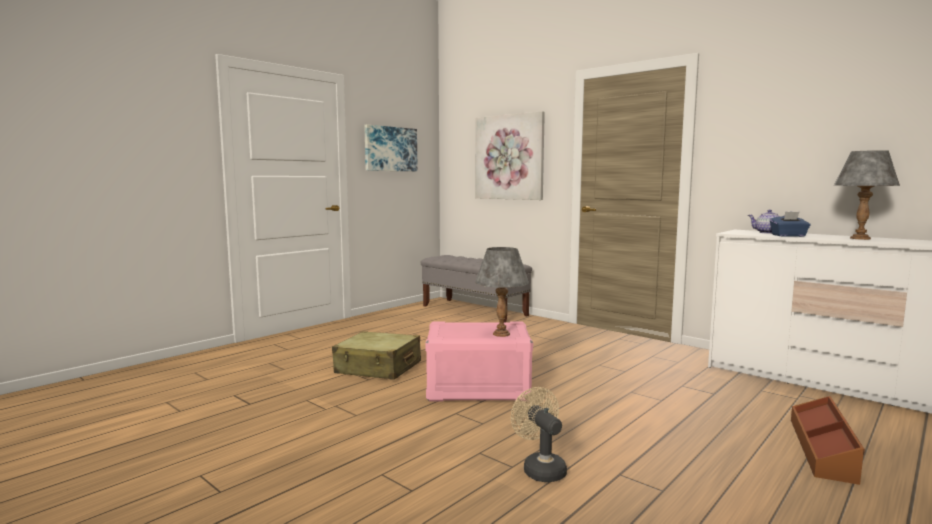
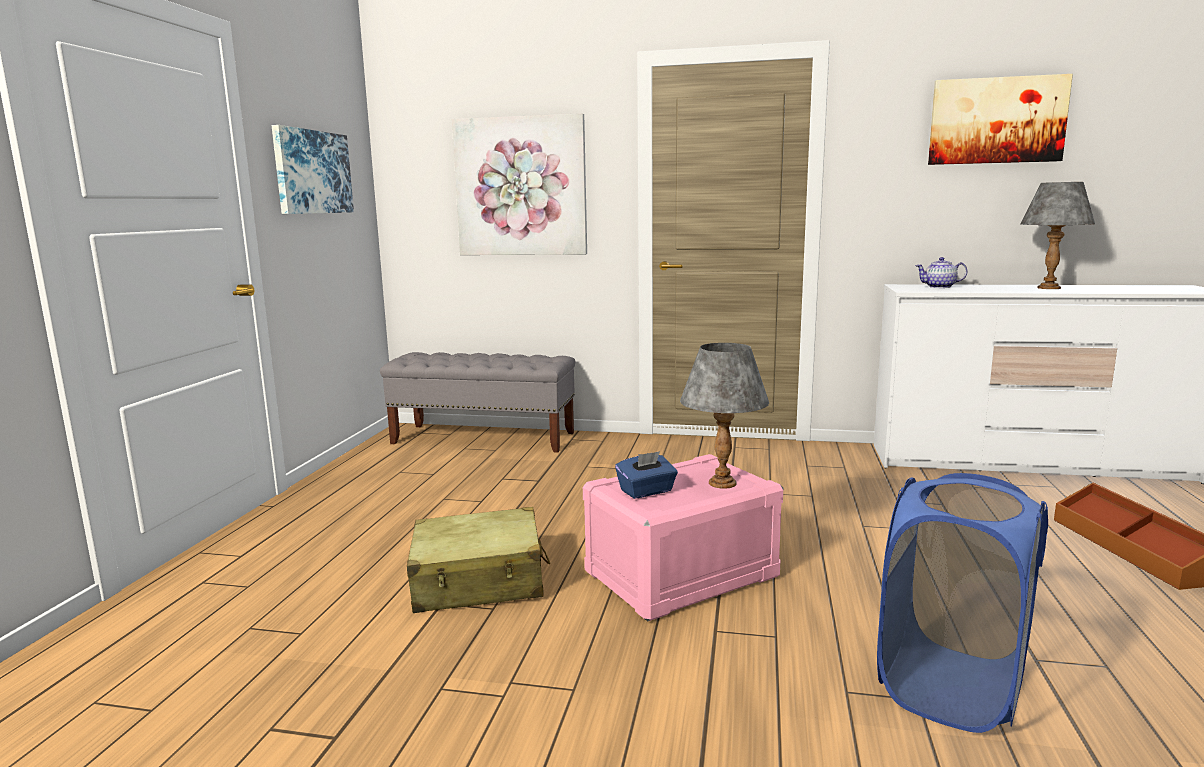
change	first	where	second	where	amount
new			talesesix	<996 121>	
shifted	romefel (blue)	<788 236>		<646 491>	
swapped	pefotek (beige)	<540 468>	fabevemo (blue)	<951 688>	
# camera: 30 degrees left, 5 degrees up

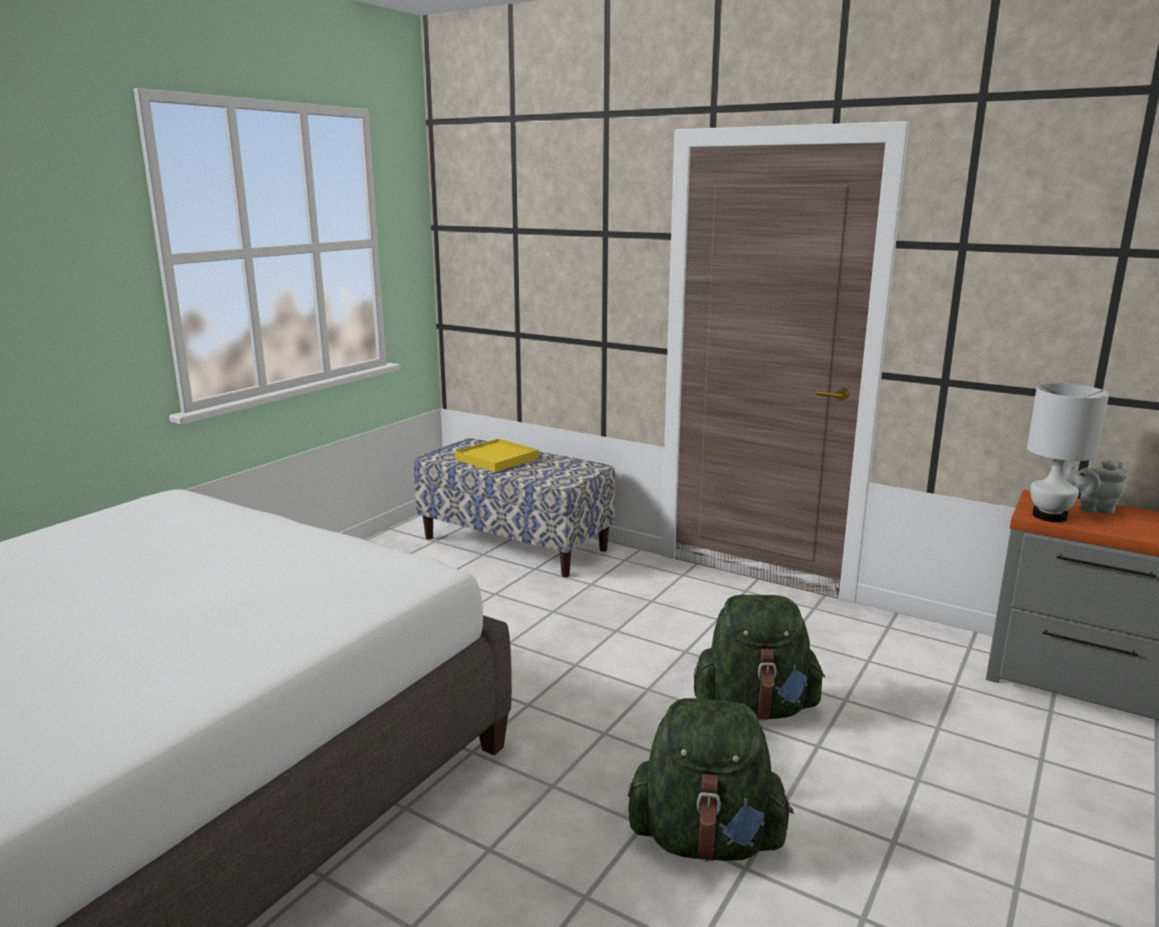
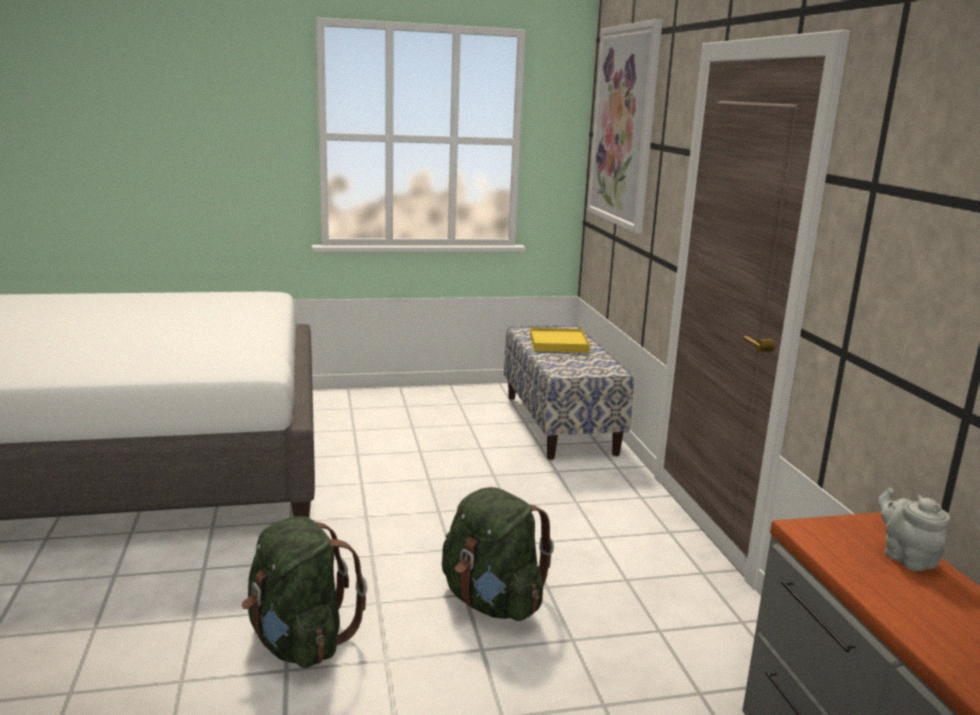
change	first	where	second	where	amount
gone	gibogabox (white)	<1050 516>			
new			talesesix	<624 126>	
# camera: 45 degrees right, 0 degrees up

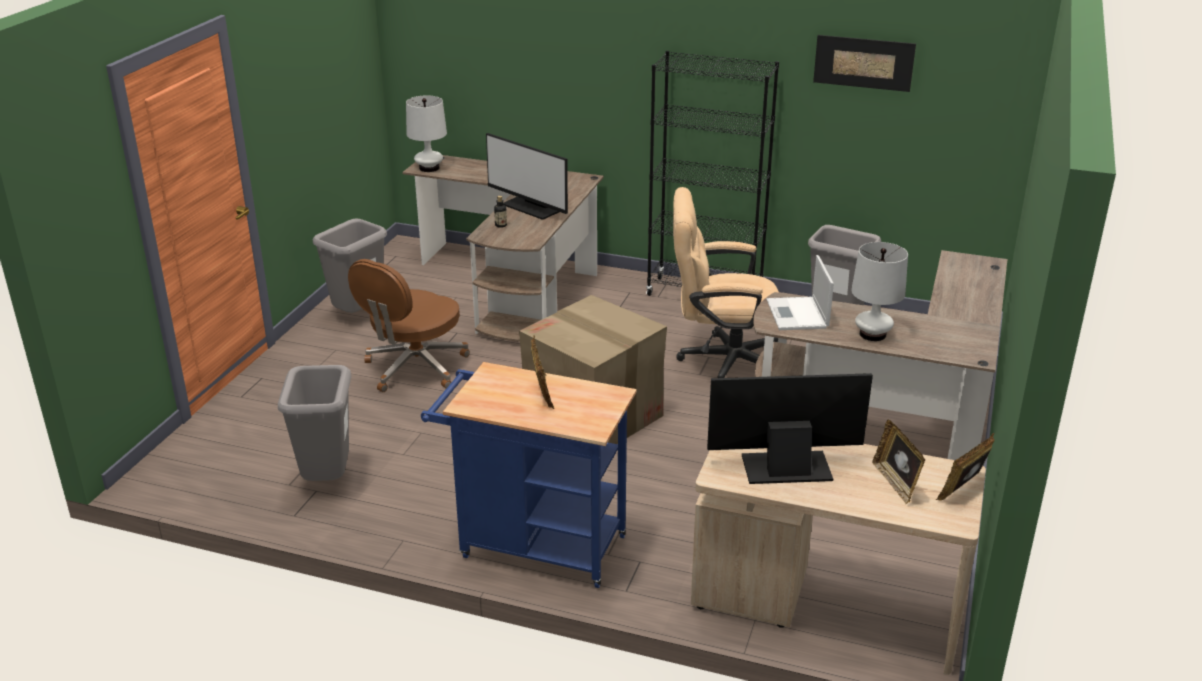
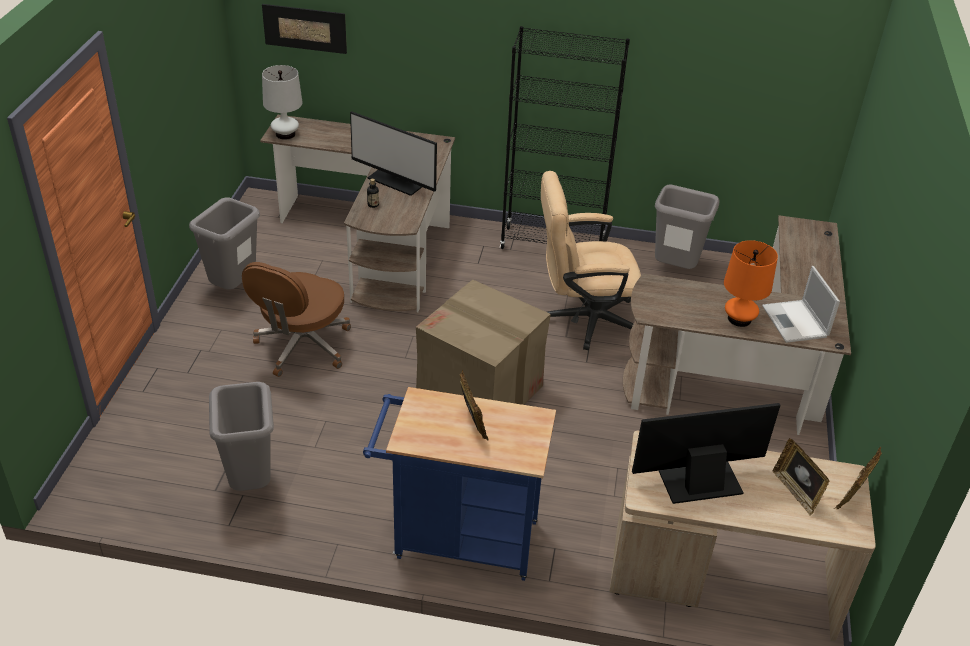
change	first	where	second	where	amount
shifted	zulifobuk	<797 315>		<795 322>	
shifted	talesesix	<863 63>		<305 28>	
repainted	gibogabox (white)	<872 334>	gibogabox (orange)	<739 319>	
# camera: 10 degrees left, 10 degrees up

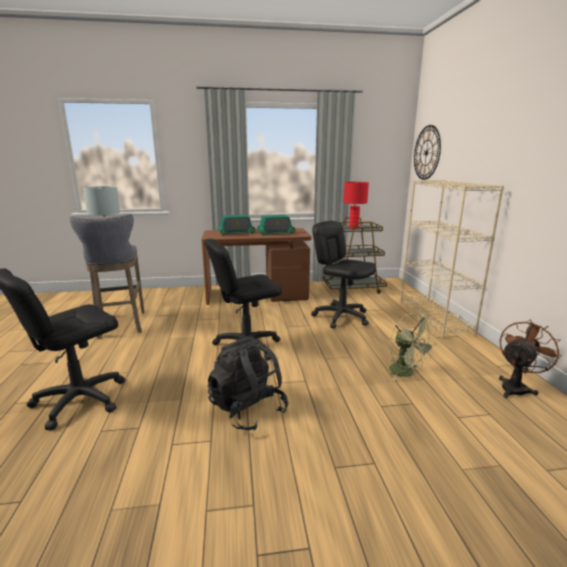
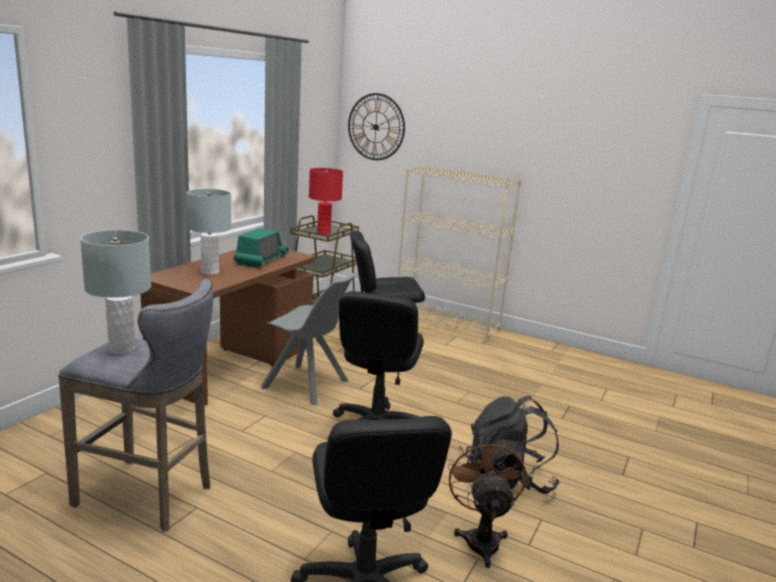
change	first	where	second	where	amount
gone	pefotek (green)	<406 373>			
new			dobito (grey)	<307 385>	
shifted	pefotek (brown)	<516 387>		<481 538>	
swapped	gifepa	<236 233>	gibogabox (grey)	<210 272>	
# camera: 55 degrees left, 0 degrees up

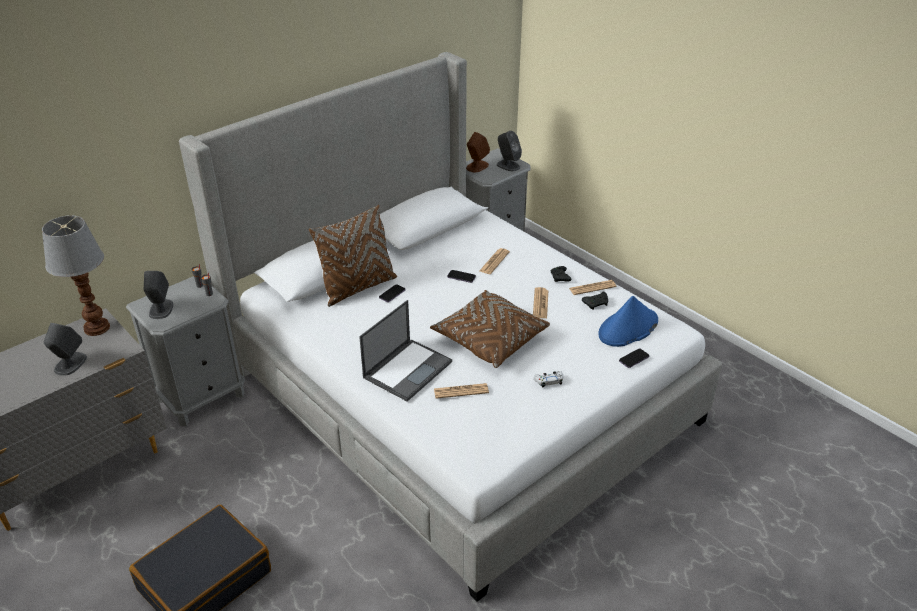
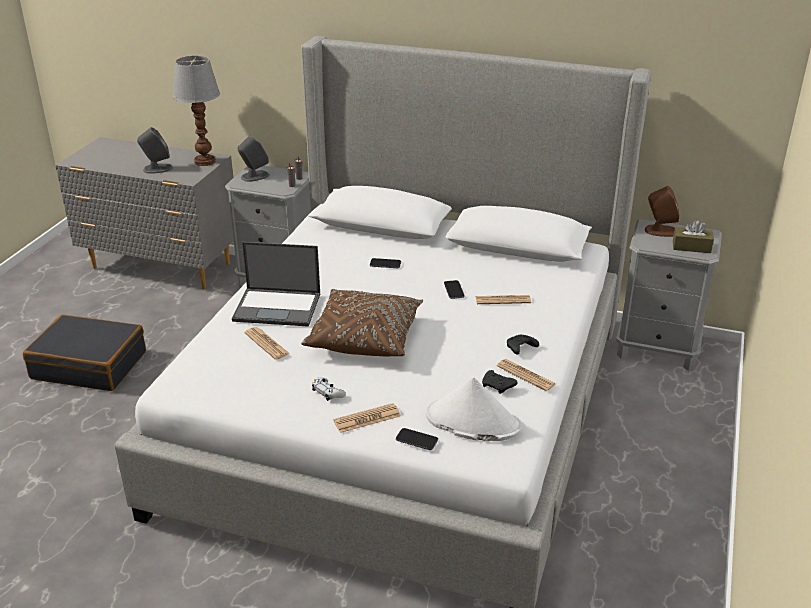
change	first	where	second	where	amount
gone	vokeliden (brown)	<358 287>			
shifted	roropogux	<540 303>		<367 419>	
swapped	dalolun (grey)	<508 165>	romefel (brown)	<691 247>	
repainted	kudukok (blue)	<628 328>	kudukok (white)	<472 421>	
# camera: 60 degrees right, 5 degrees down

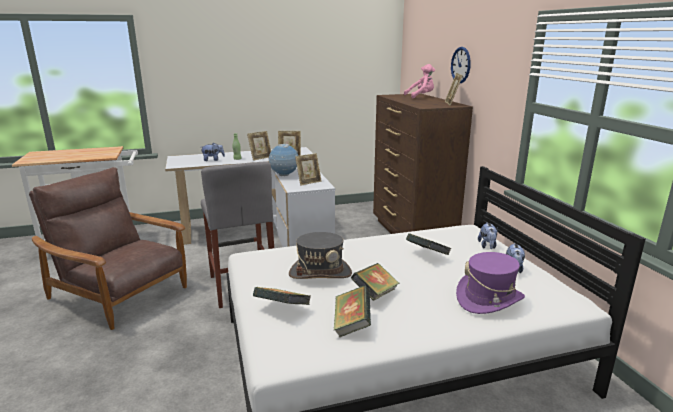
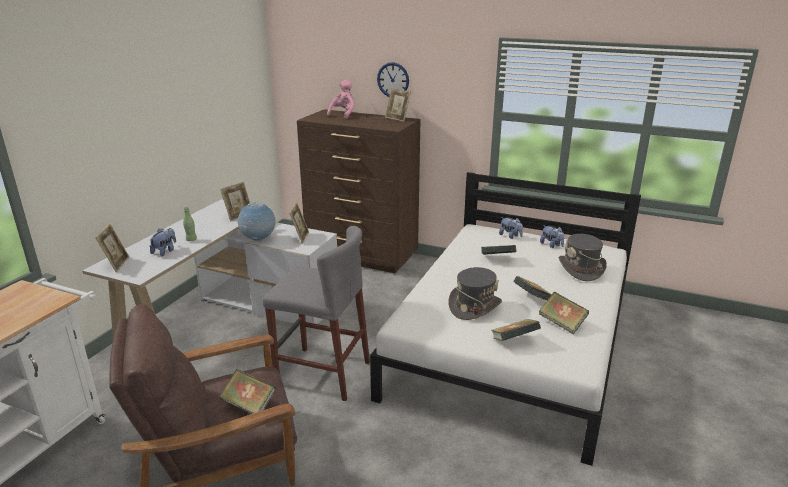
change	first	where	second	where	amount
new			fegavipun	<249 405>	
shifted	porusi	<260 158>		<116 264>	
repainted	kudukok (purple)	<489 299>	kudukok (grey)	<581 269>	
# camera: 50 degrees left, 5 degrees up

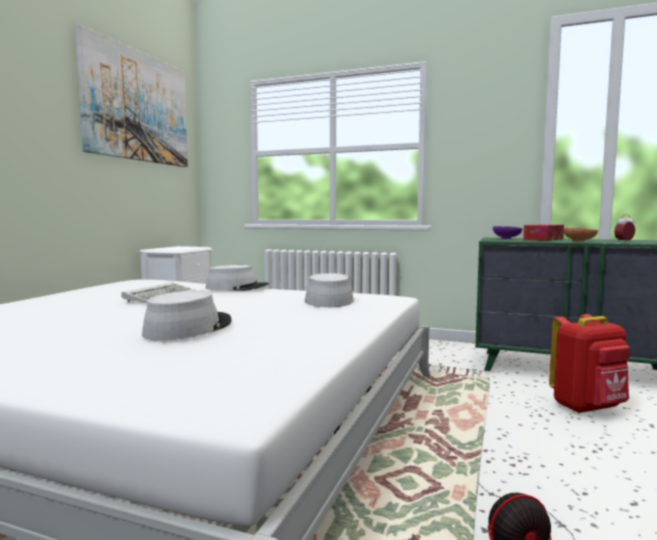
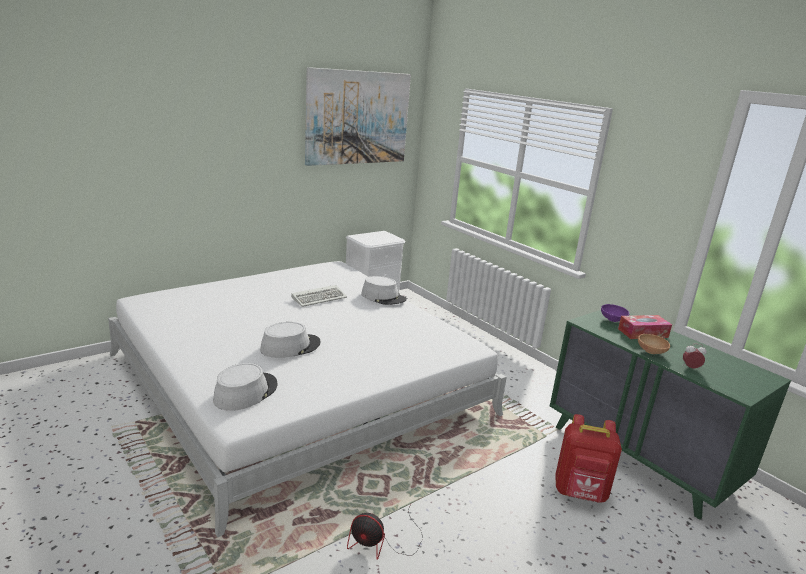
change	first	where	second	where	amount
shifted	kudukok (grey)	<328 300>		<245 392>	
# camera: 30 degrees right, 15 degrees up

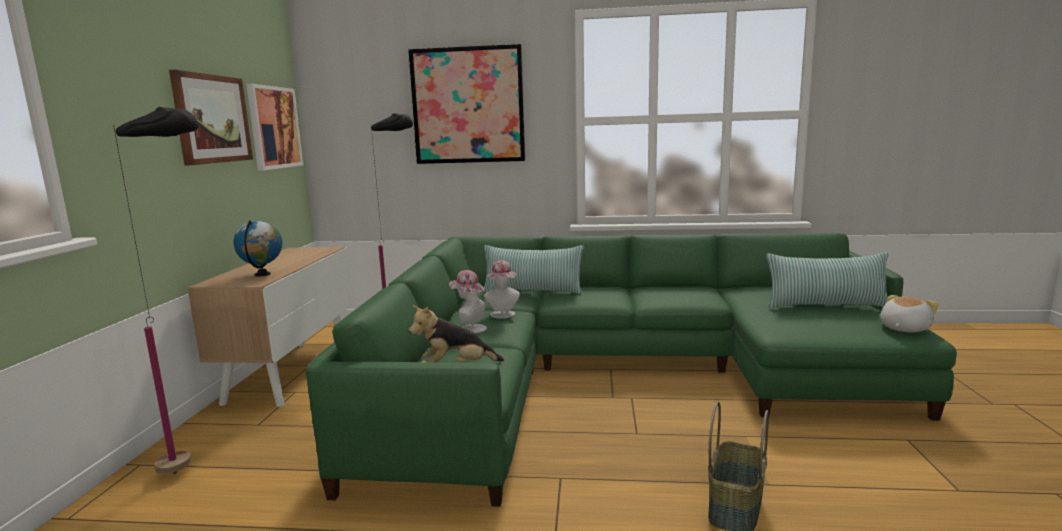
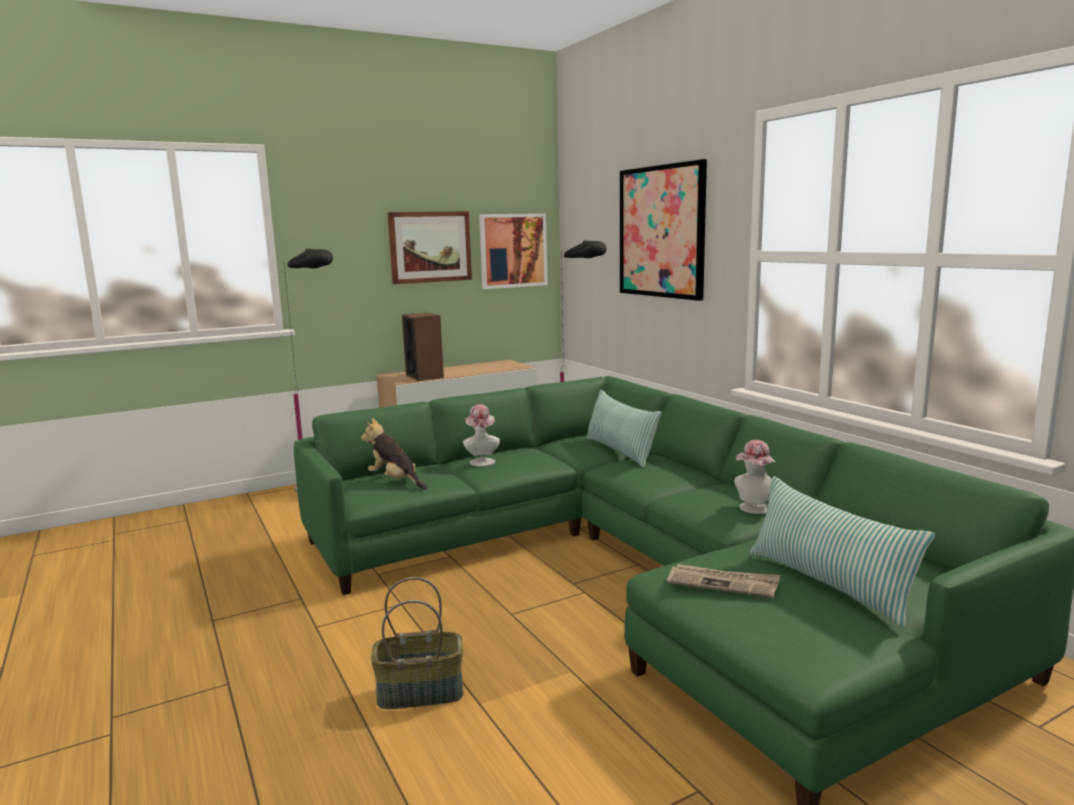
change	first	where	second	where	amount
gone	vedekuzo	<903 328>			
new			roropogux	<723 583>	
shifted	kudukok	<503 315>		<753 509>	
swapped	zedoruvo	<263 274>	dalolun	<424 376>	
# camera: 55 degrees right, 0 degrees up

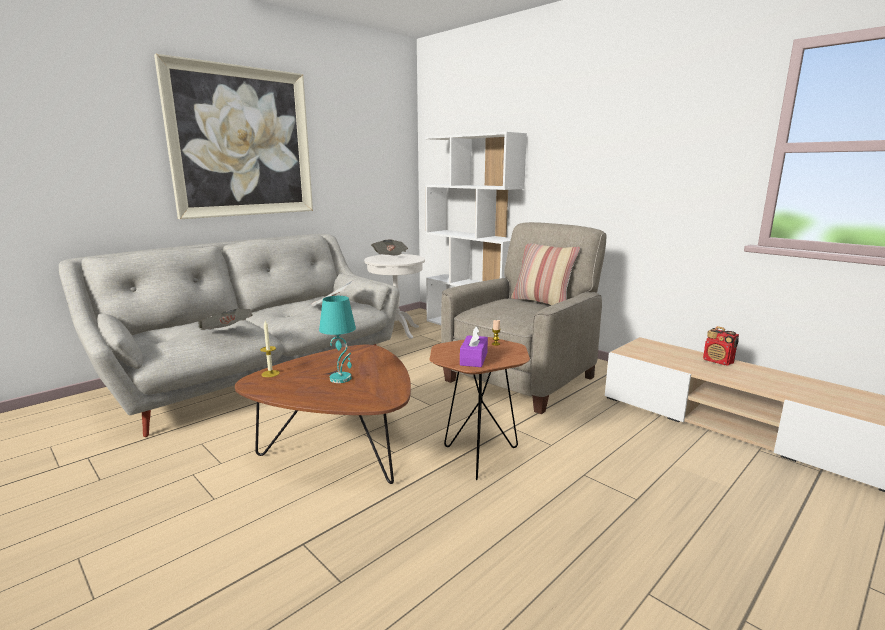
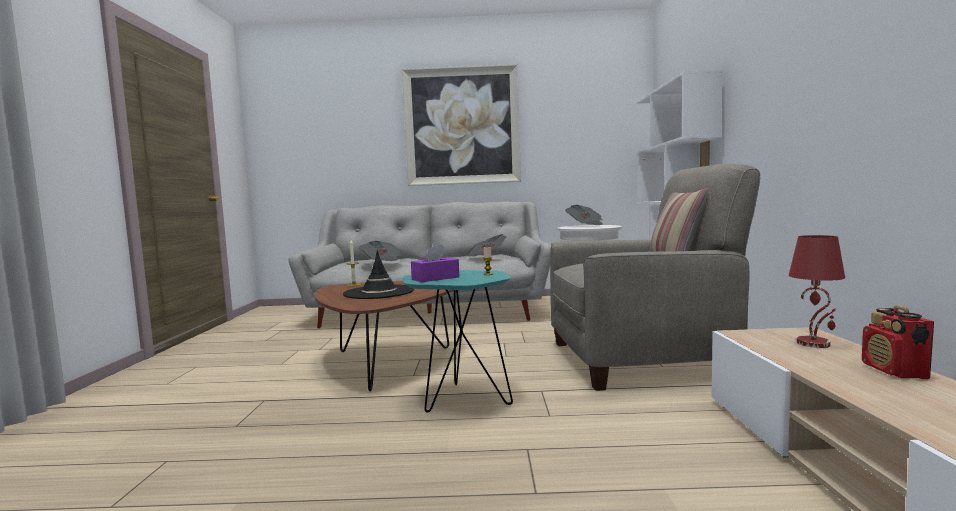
change	first	where	second	where	amount
new			gibogabox (red)	<814 343>	
swapped	gibogabox (turquoise)	<341 378>	kudukok (black)	<379 292>	
repainted	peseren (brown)	<477 458>	peseren (turquoise)	<461 399>	
# camera: 45 degrees right, 10 degrees down

